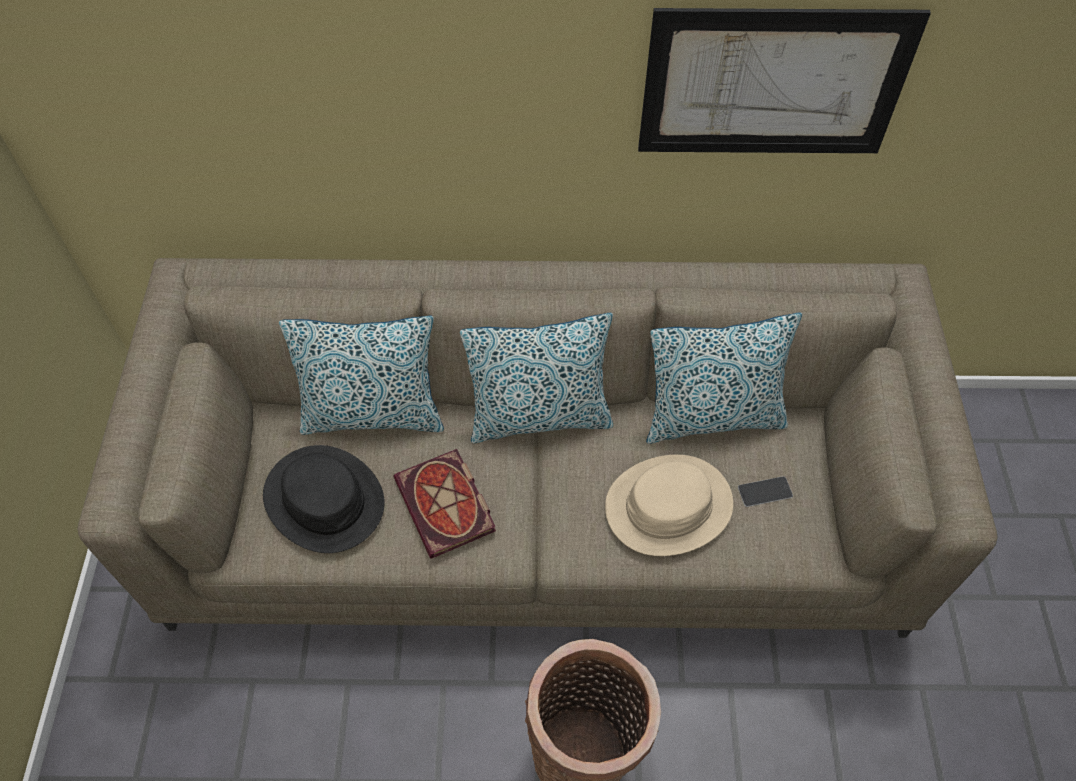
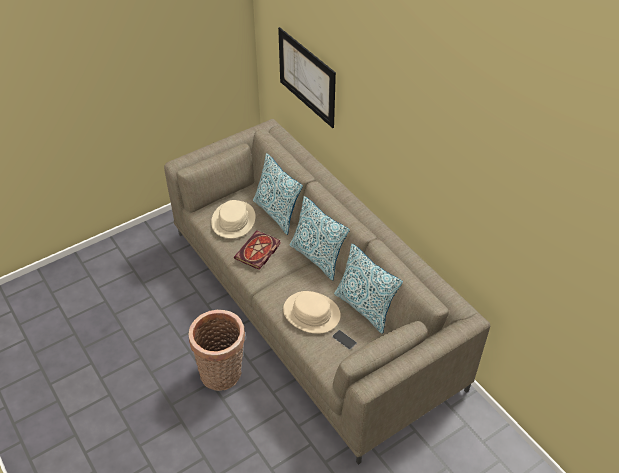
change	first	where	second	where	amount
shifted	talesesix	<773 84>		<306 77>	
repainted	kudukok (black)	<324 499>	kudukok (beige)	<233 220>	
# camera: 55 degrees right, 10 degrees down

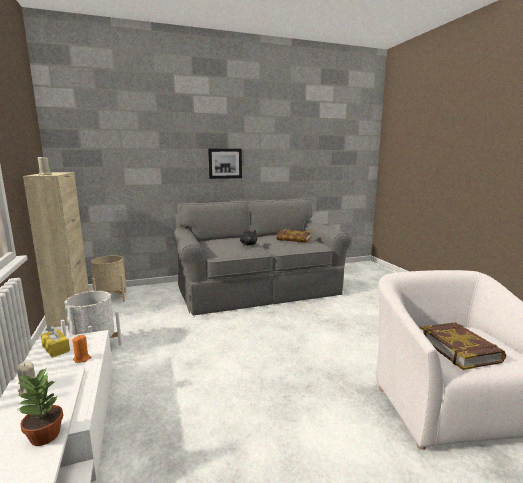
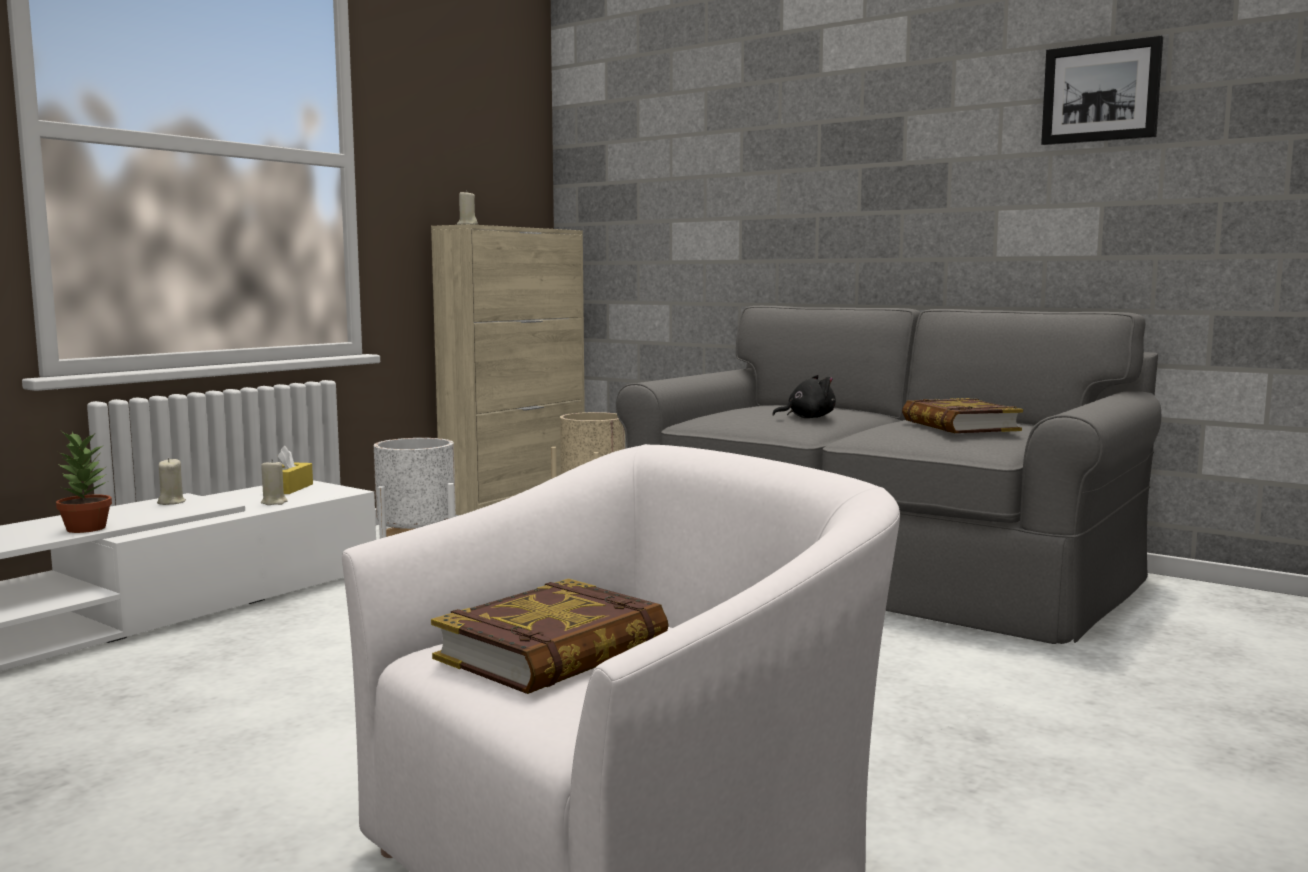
change	first	where	second	where	amount
shifted	talesesix	<225 163>		<1101 93>	
repainted	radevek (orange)	<82 359>	radevek (beige)	<274 502>	
# camera: 55 degrees right, 5 degrees down

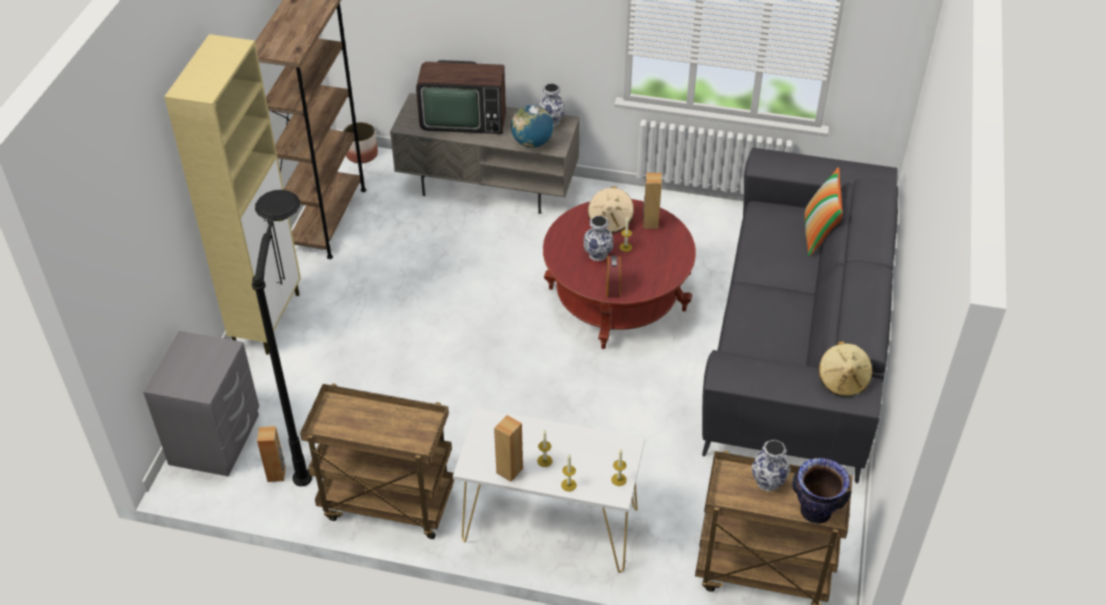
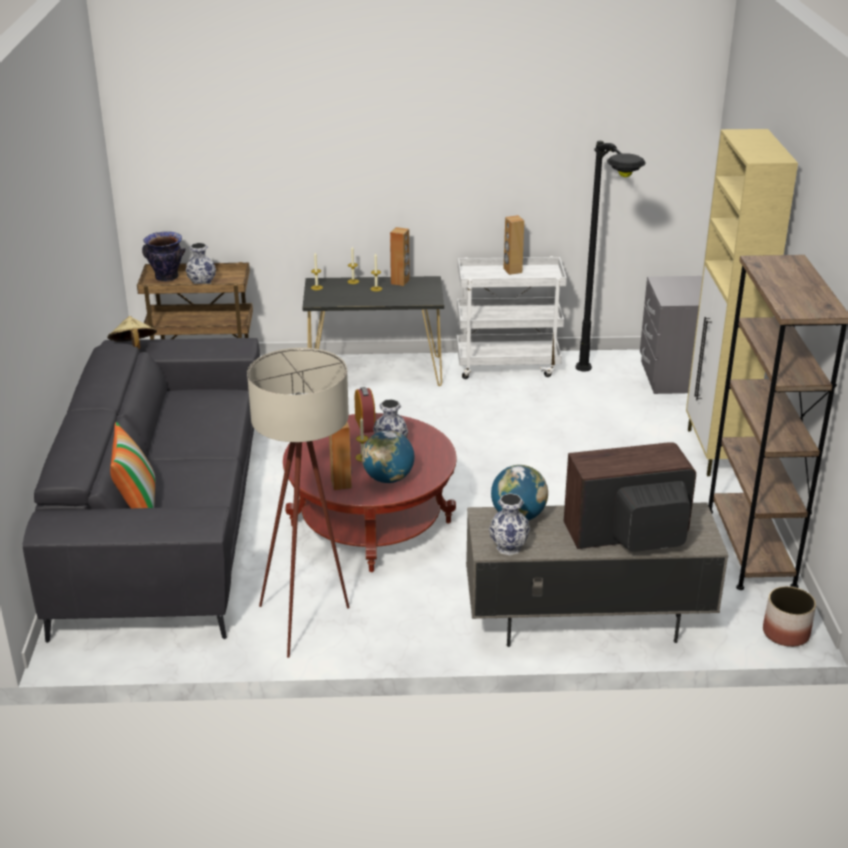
change	first	where	second	where	amount
new			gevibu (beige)	<310 620>	
shifted	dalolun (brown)	<277 474>		<512 270>	
swapped	kudukok (beige)	<610 221>	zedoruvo	<388 479>	
repainted	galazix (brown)	<386 504>	galazix (white)	<508 365>	
repainted	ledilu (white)	<549 524>	ledilu (black)	<375 372>	
# camera: 165 degrees right, 15 degrees down

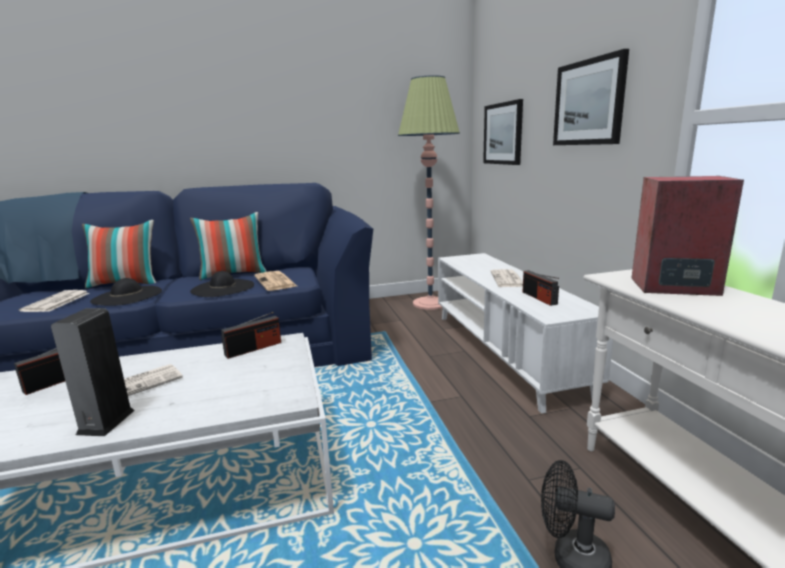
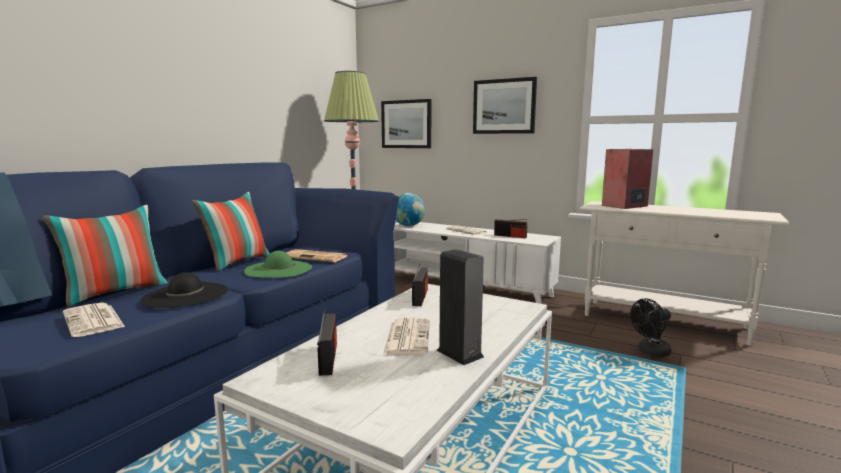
change	first	where	second	where	amount
new			zedoruvo	<408 226>	
repainted	kudukok (black)	<222 288>	kudukok (green)	<278 269>	
# camera: 45 degrees left, 5 degrees down

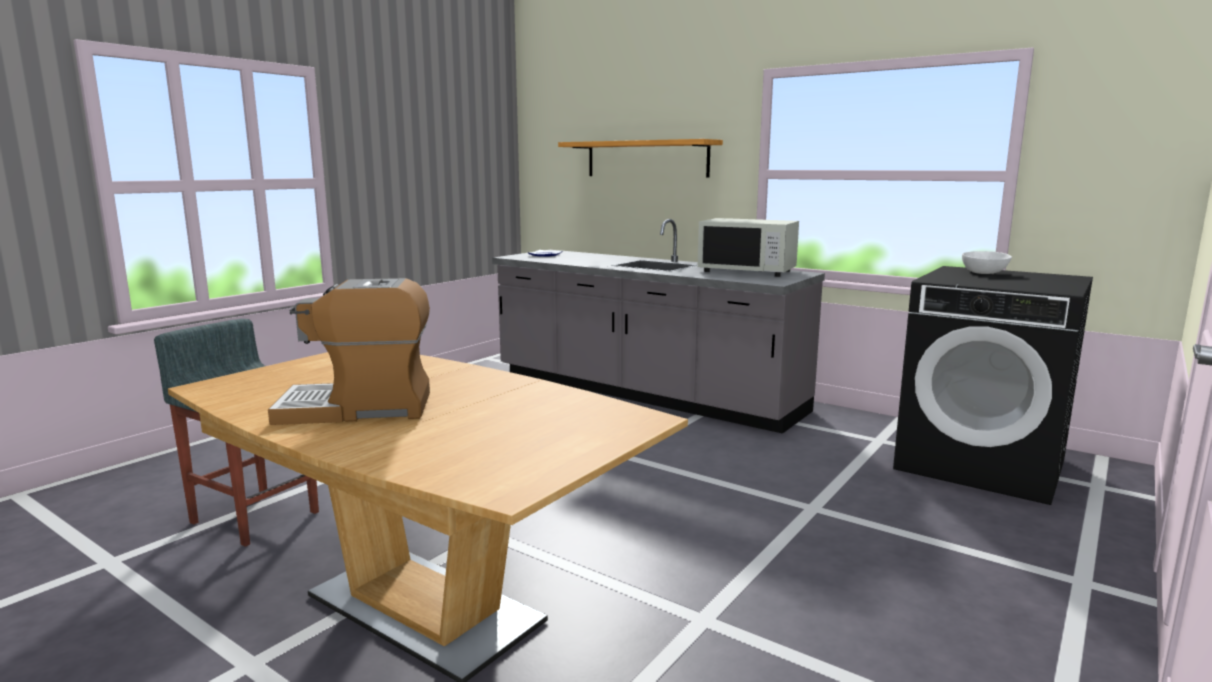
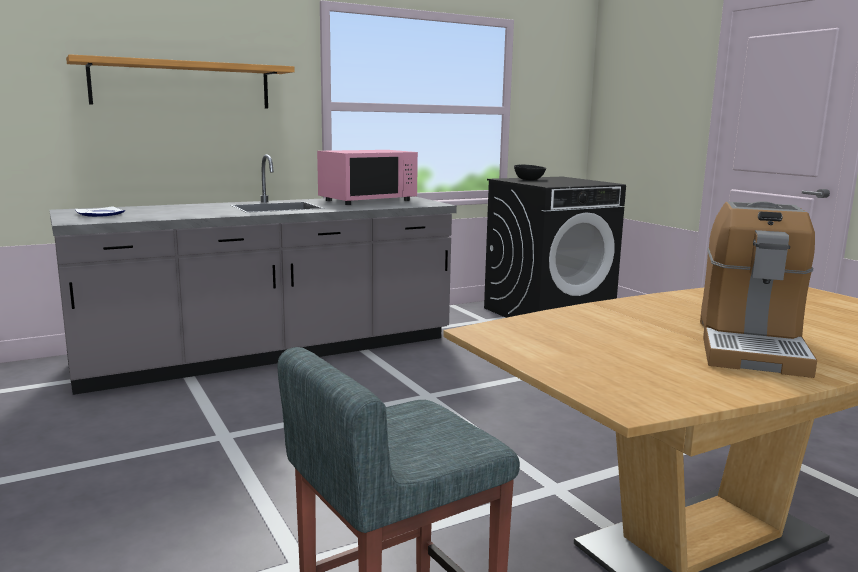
change	first	where	second	where	amount
repainted	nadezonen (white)	<747 271>	nadezonen (pink)	<367 200>	
repainted	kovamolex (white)	<983 273>	kovamolex (black)	<528 179>	
# camera: 65 degrees left, 0 degrees up

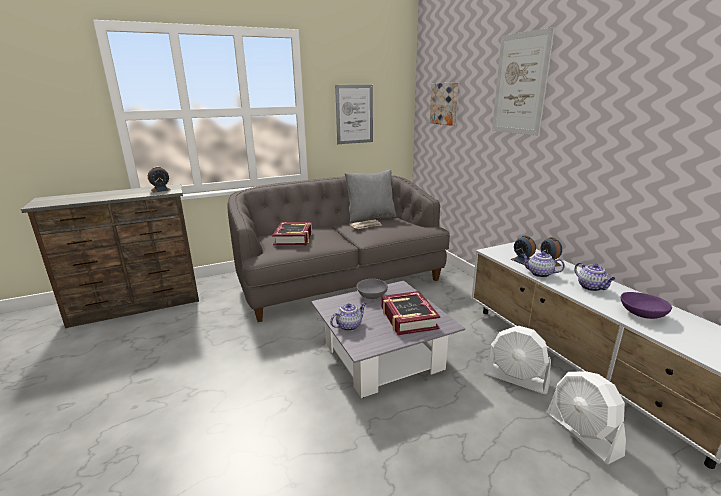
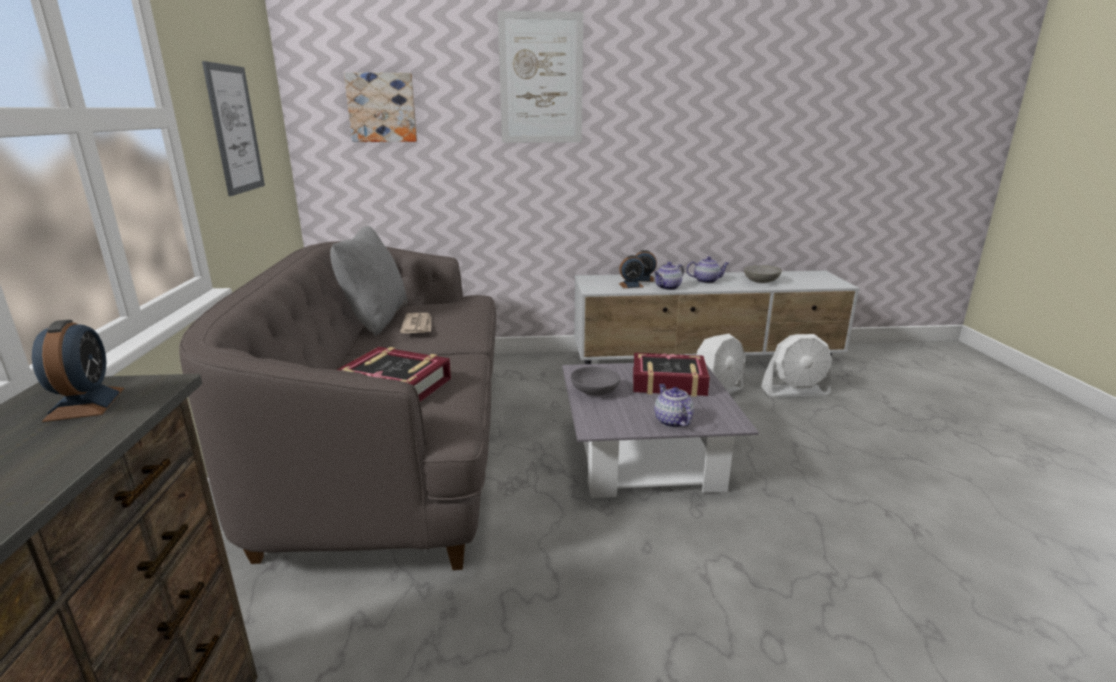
change	first	where	second	where	amount
repainted	kovamolex (purple)	<641 315>	kovamolex (grey)	<761 282>	
# camera: 70 degrees left, 0 degrees up

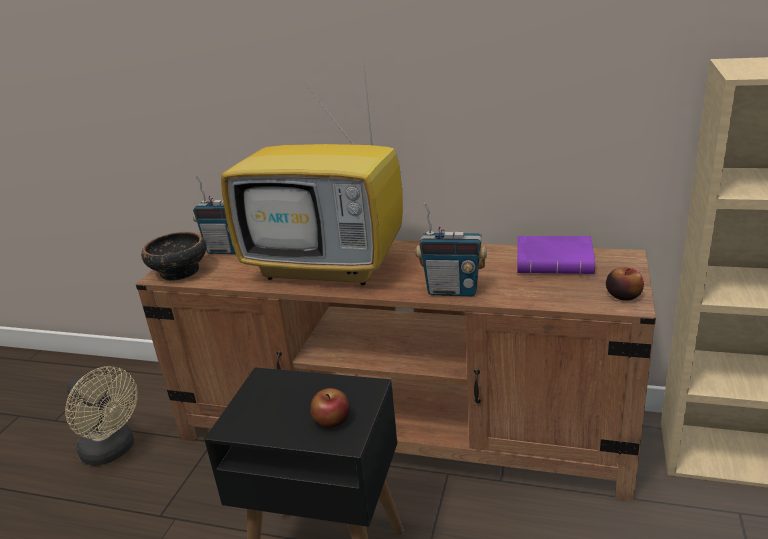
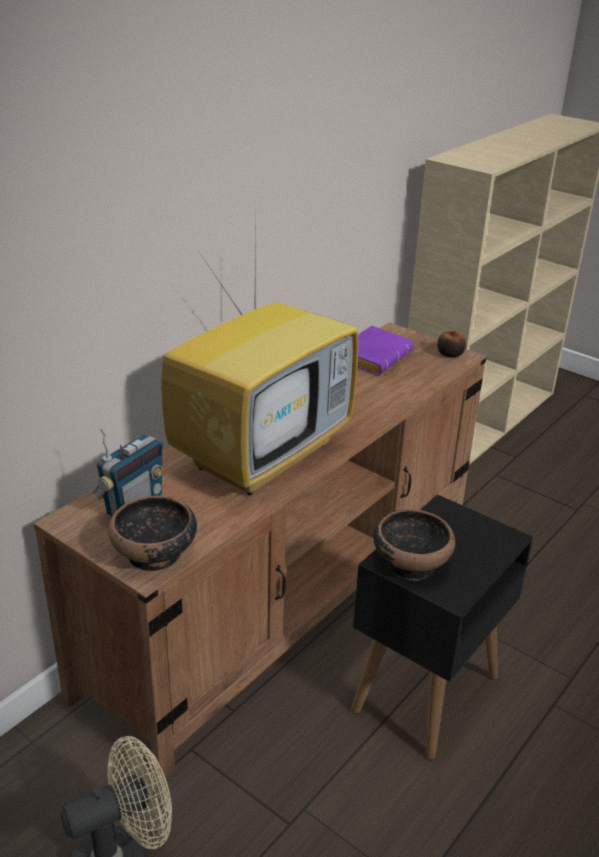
change	first	where	second	where	amount
gone	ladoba	<332 420>			
gone	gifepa	<452 290>			
new			kovamolex	<411 563>	
# camera: 70 degrees left, 5 degrees up

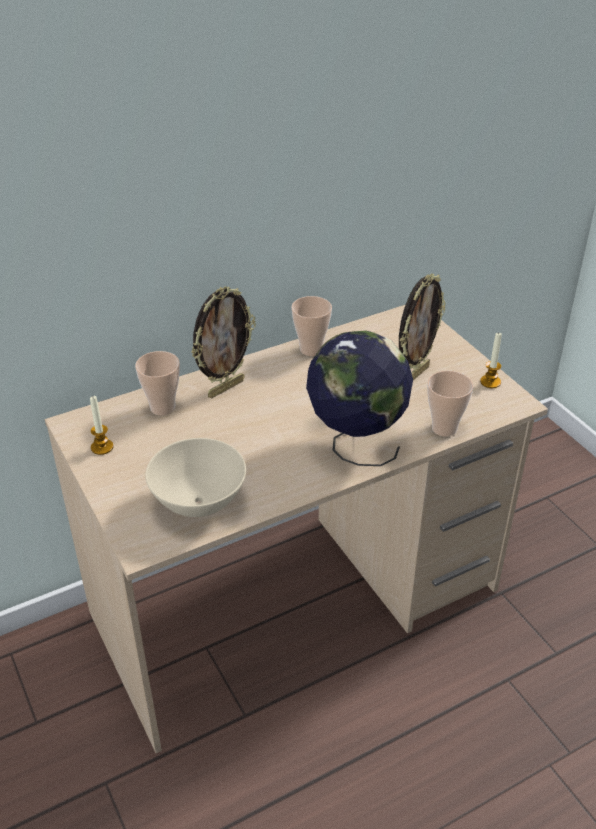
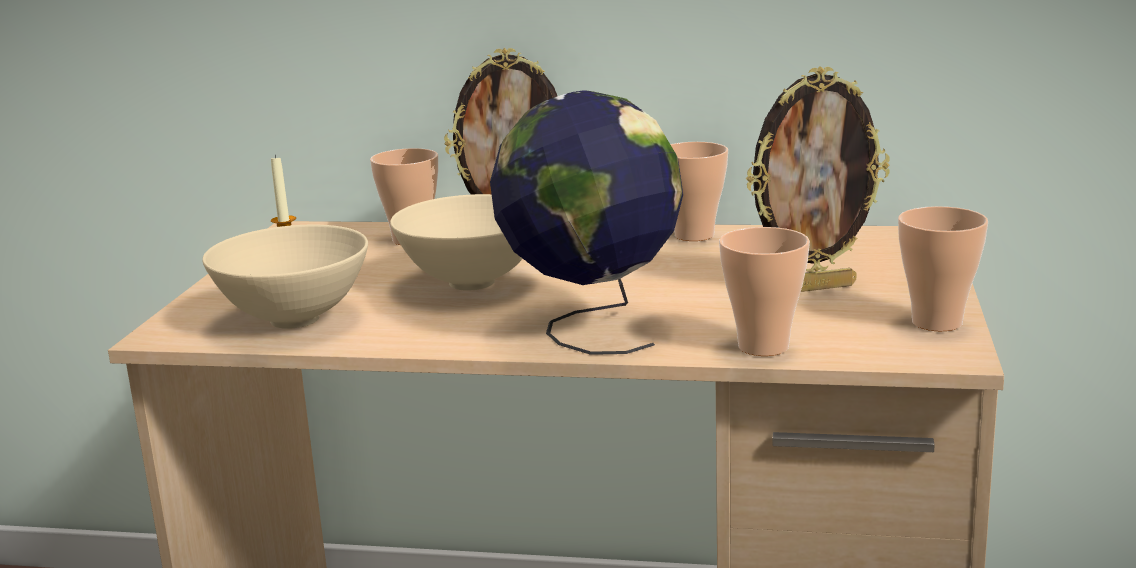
change	first	where	second	where	amount
new			kovamolex (beige)	<470 282>	
swapped	radevek	<490 382>	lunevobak	<937 322>	
# camera: 40 degrees right, 20 degrees down

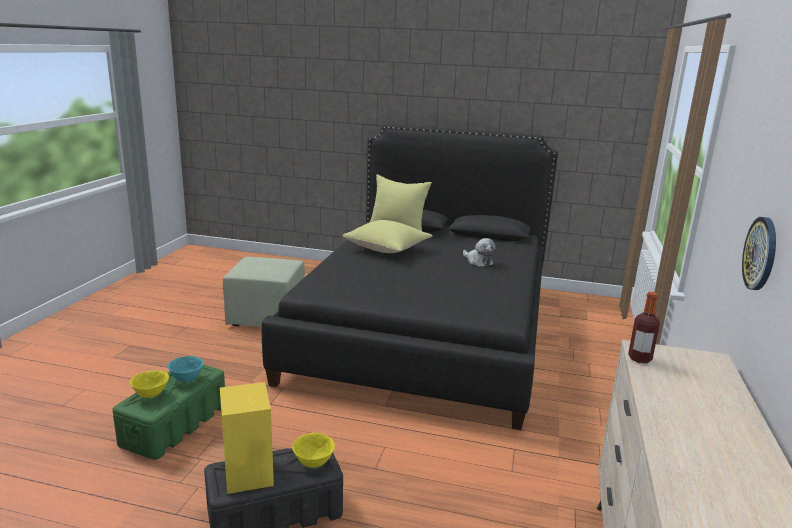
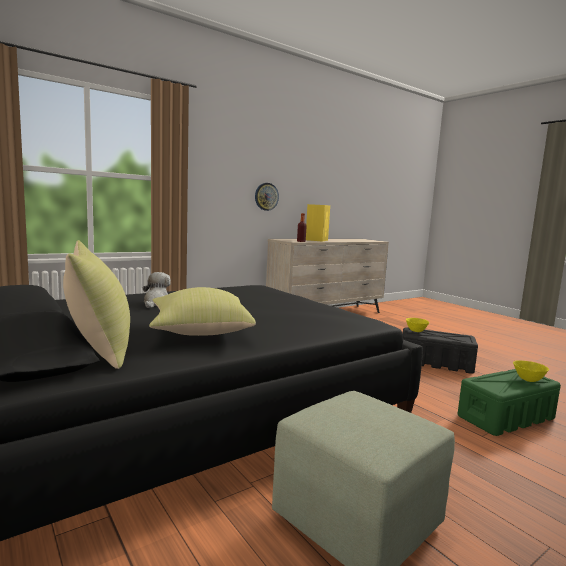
change	first	where	second	where	amount
gone	kovamolex (turquoise)	<187 379>			
shifted	dalolun (yellow)	<248 474>		<317 240>	
# camera: 140 degrees left, 10 degrees down

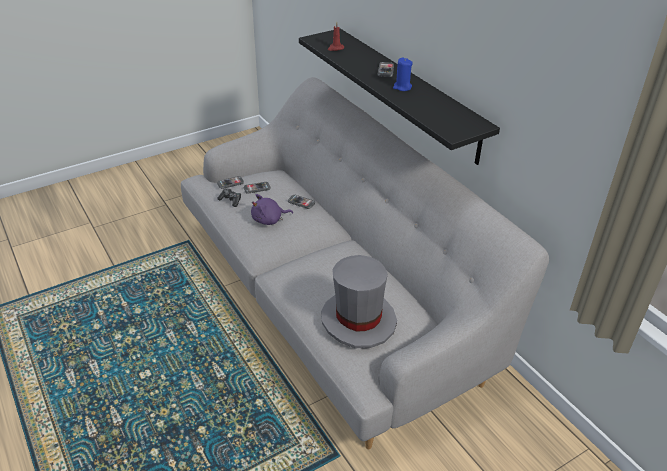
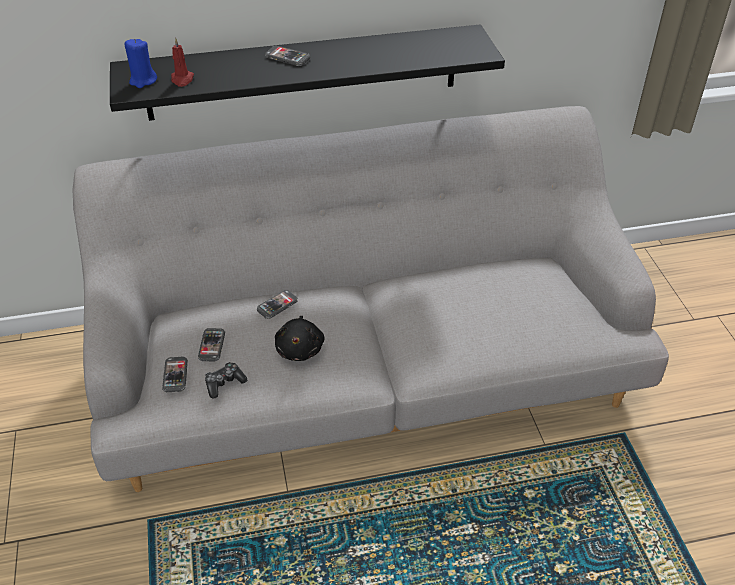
change	first	where	second	where	amount
gone	kudukok (grey)	<358 320>			
shifted	radevek (blue)	<402 87>		<143 81>	
repainted	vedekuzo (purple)	<269 220>	vedekuzo (black)	<300 348>	
# camera: 70 degrees left, 5 degrees up

